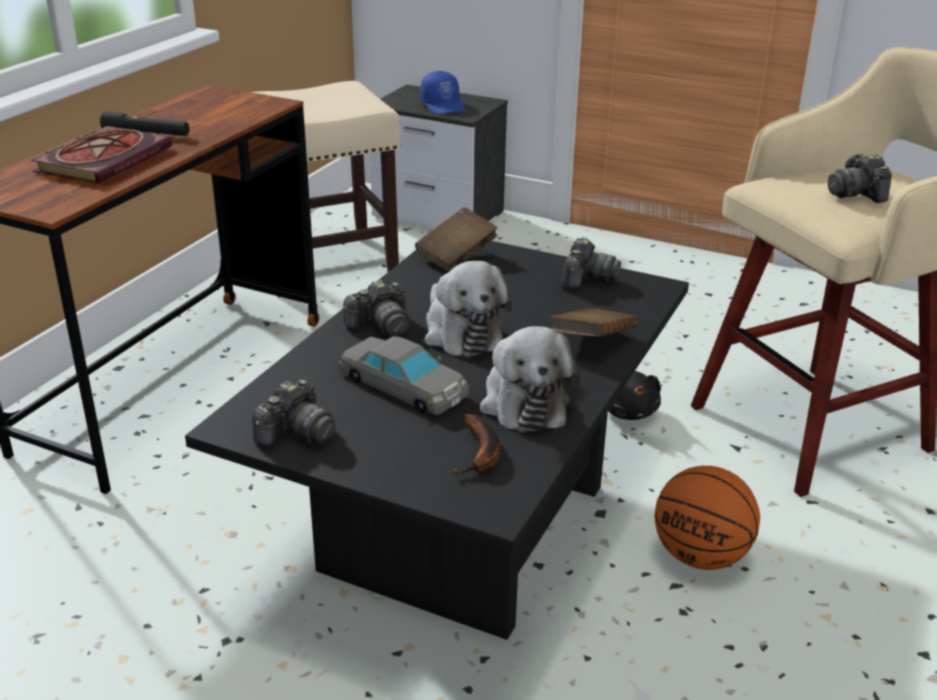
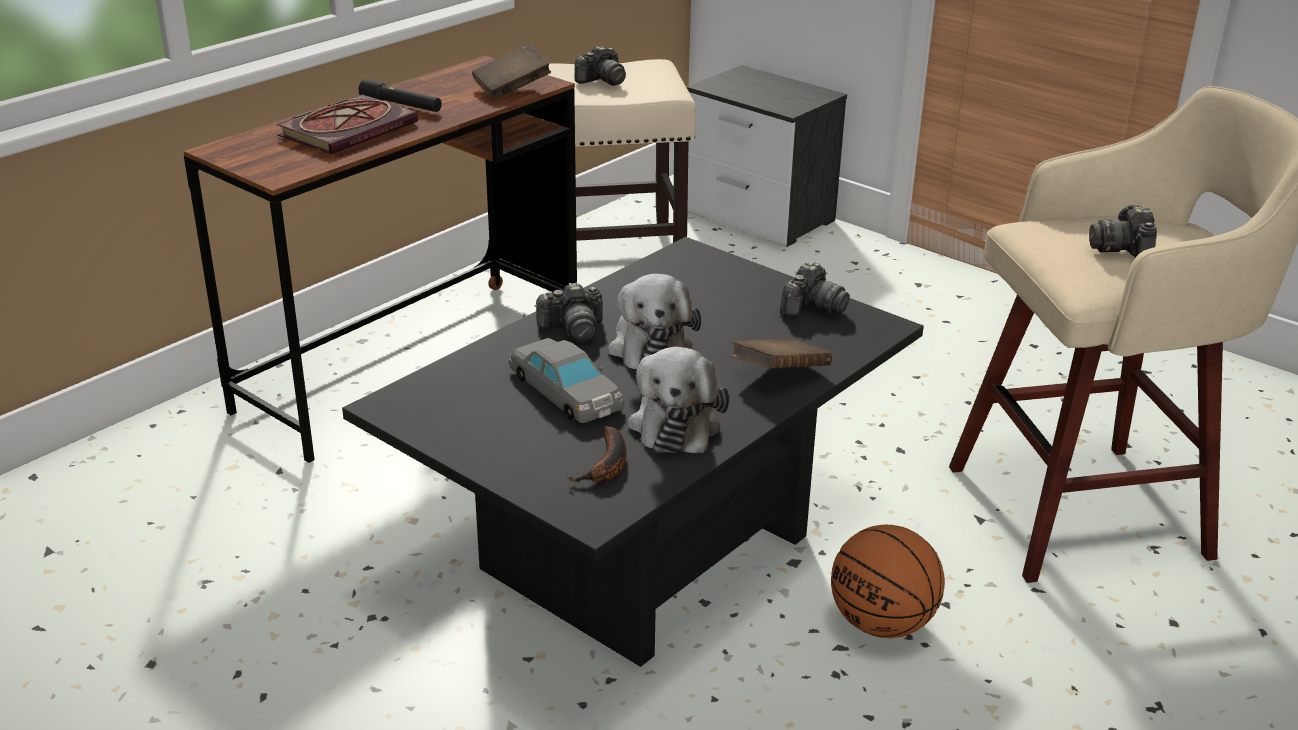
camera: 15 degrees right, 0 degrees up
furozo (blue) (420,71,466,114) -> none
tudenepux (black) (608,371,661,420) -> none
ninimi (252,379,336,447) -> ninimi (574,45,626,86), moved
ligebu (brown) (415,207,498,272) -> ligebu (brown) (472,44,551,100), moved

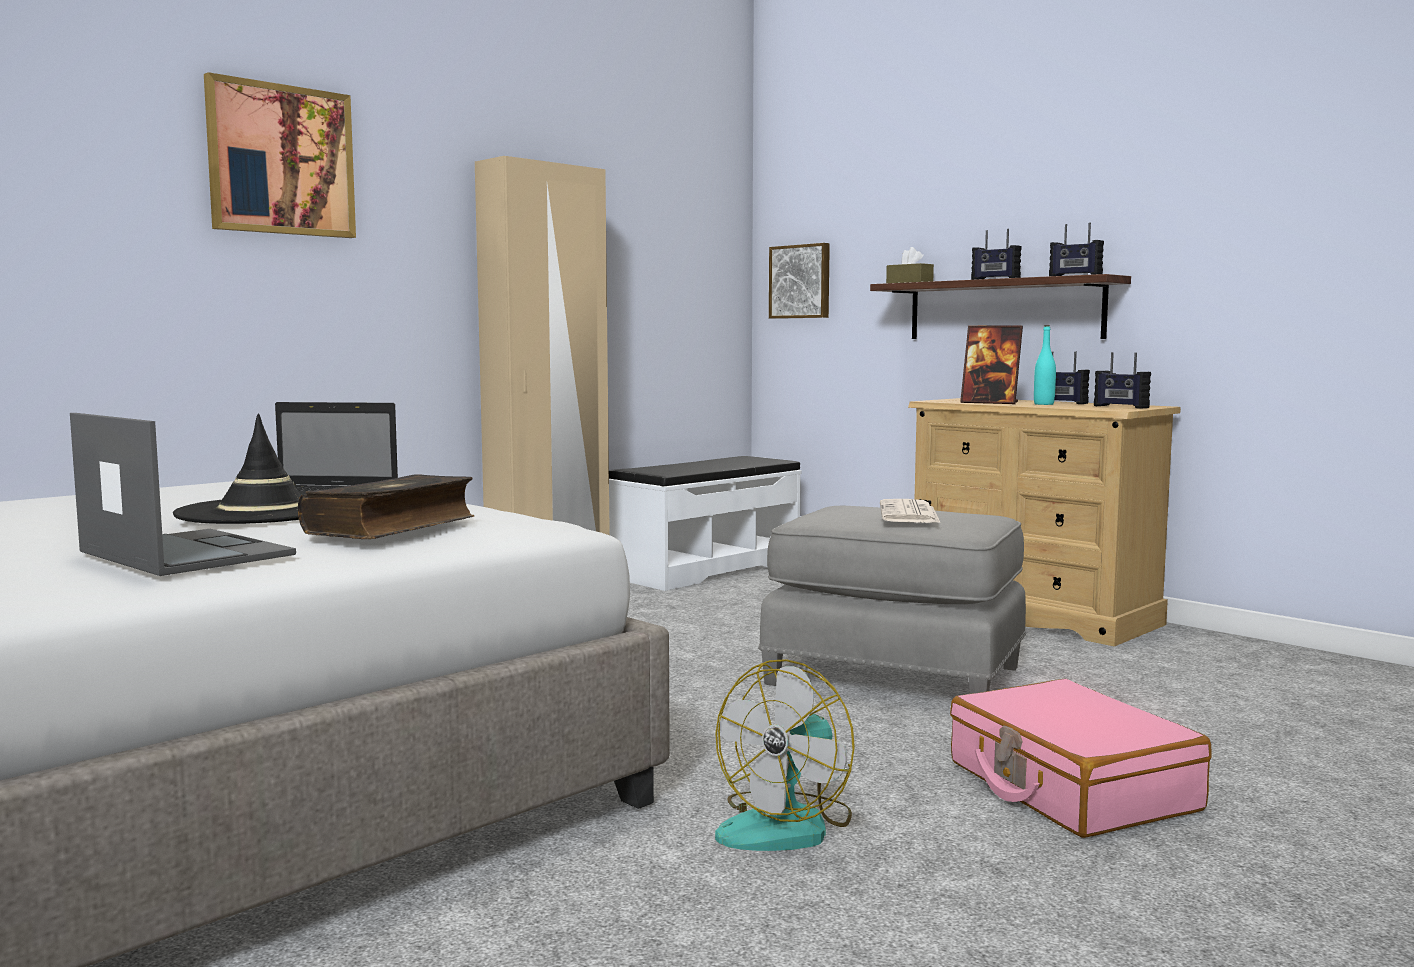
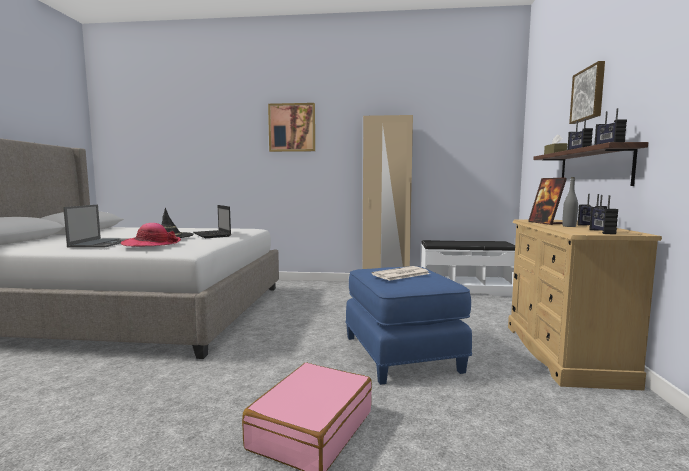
camera: 50 degrees right, 0 degrees up
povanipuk (715,659,855,851) -> none
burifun (769,243,830,319) -> burifun (569,61,605,124), moved
ligebu (298,474,474,539) -> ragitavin (121,223,181,247)
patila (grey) (758,506,1026,694) -> patila (blue) (345,266,472,385)
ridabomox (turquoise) (1034,325,1056,405) -> ridabomox (grey) (562,177,578,227)

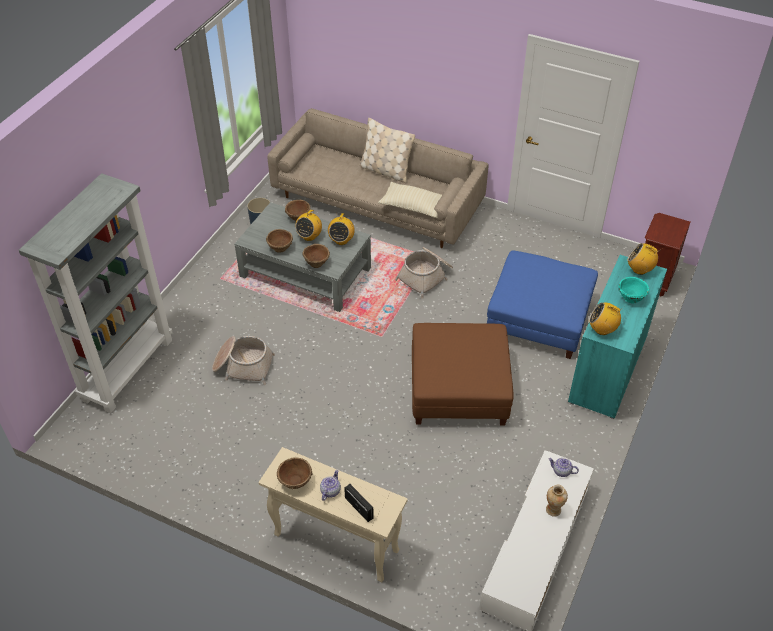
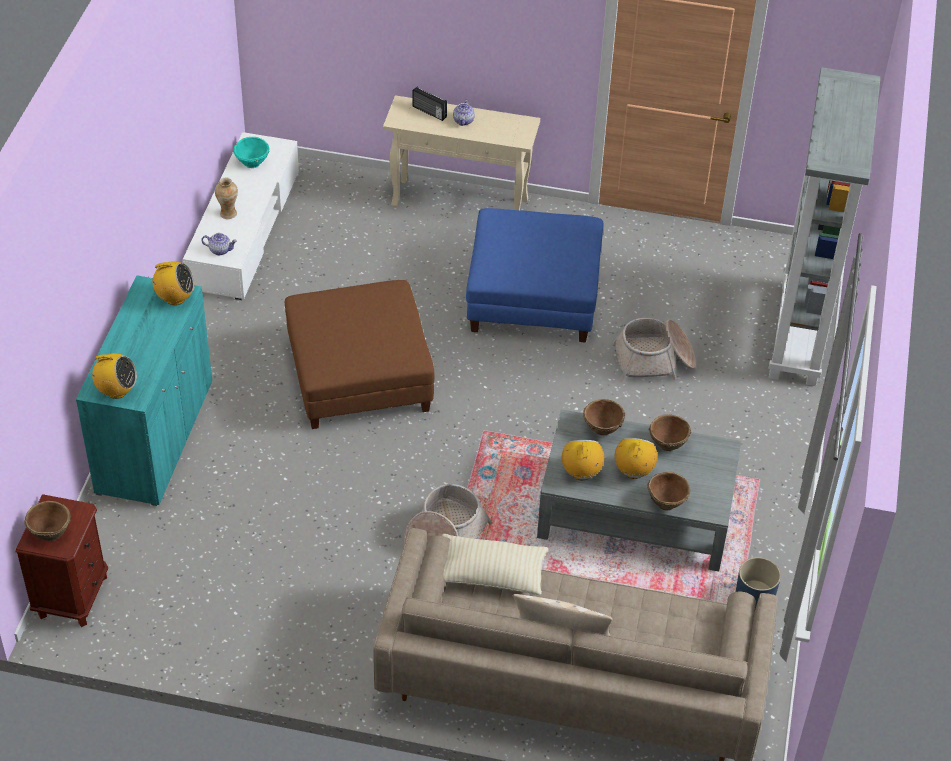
camera: 165 degrees right, 0 degrees up
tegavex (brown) (277,457,313,489) -> tegavex (brown) (24,501,71,541), moved
patila (blue) (487,251,598,359) -> patila (blue) (466,208,603,343), moved
tegavex (turquoise) (619,277,650,303) -> tegavex (turquoise) (233,137,269,168), moved

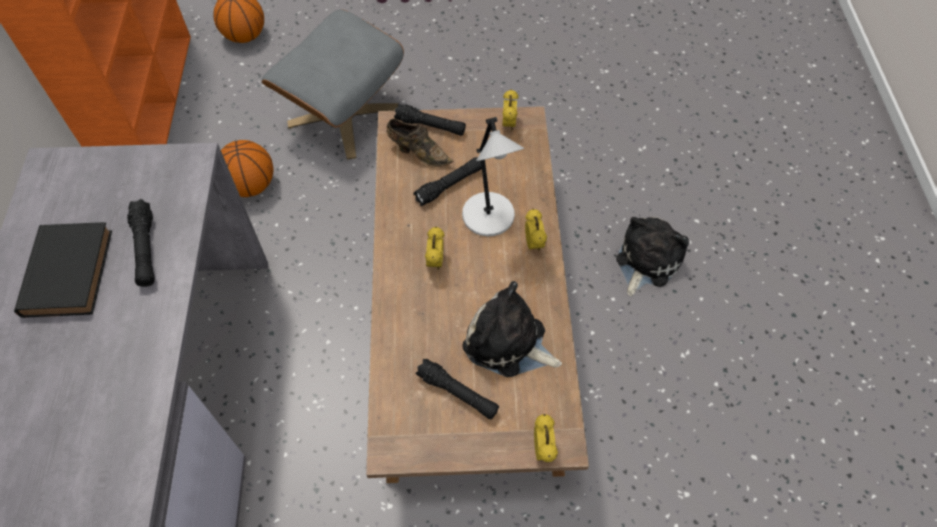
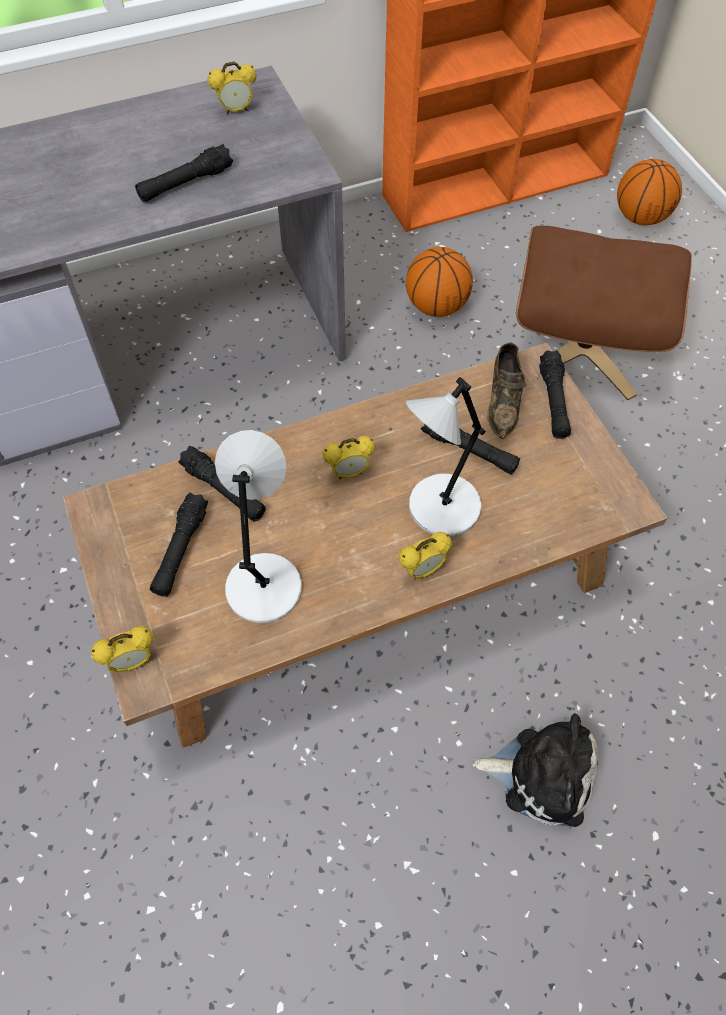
camera: 70 degrees right, 0 degrees up
ligebu (black) (14,222,112,318) -> none
none -> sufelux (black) (178,446,266,521)
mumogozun (502,89,518,130) -> mumogozun (208,61,256,115), moved
tudenepux (462,281,562,377) -> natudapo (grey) (215,430,302,623)
patila (grey) (262,9,404,159) -> patila (brown) (516,226,692,401)

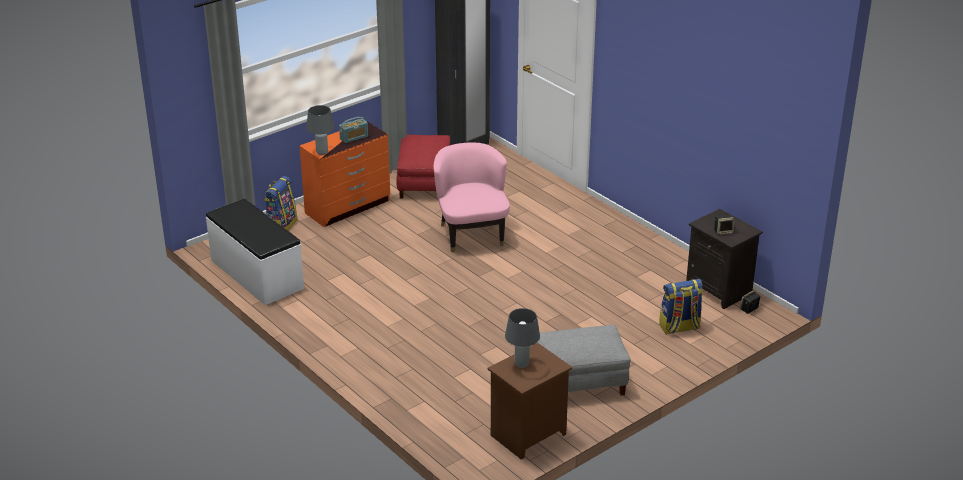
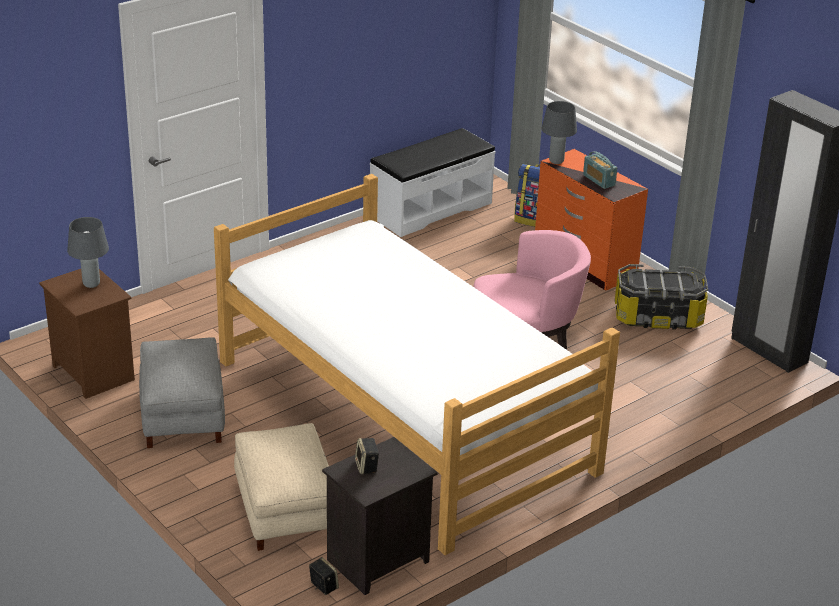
camera: 90 degrees right, 0 degrees up
none -> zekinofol (214,174,620,555)
patila (red) (396,134,450,199) -> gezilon (615,264,708,330)
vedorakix (659,279,703,335) -> patila (beige) (234,423,329,551)

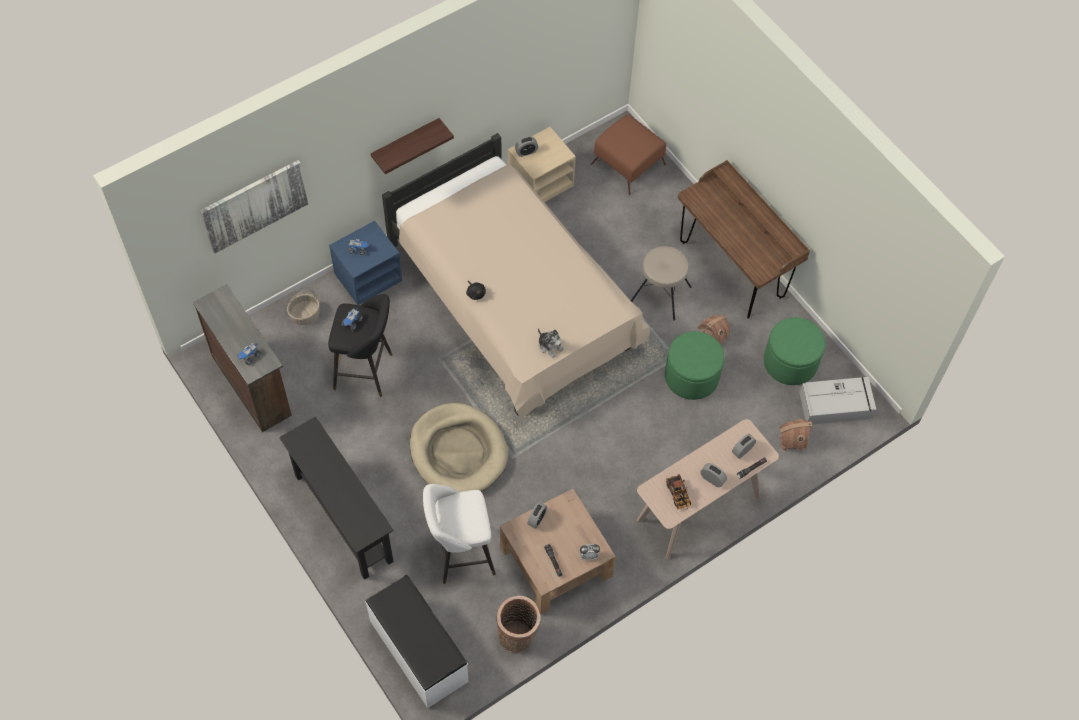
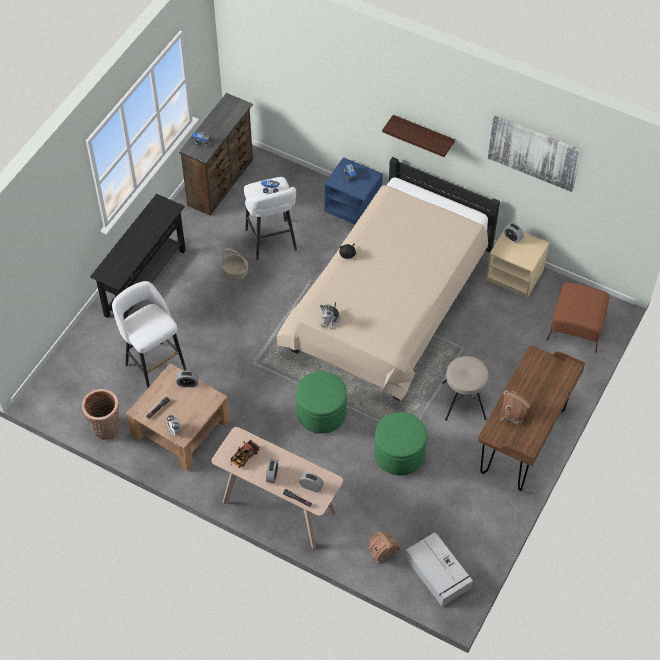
camera: 65 degrees right, 5 degrees down
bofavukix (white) (366,575,469,708) -> none
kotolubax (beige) (410,403,508,492) -> none
burifun (200,160,308,253) -> burifun (488,116,582,192), moved
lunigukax (287,289,320,325) -> lunigukax (221,248,248,280), moved
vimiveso (698,315,730,344) -> vimiveso (500,390,530,425), moved
patila (green) (764,317,825,385) -> patila (green) (296,371,347,434), moved
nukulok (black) (328,294,393,397) -> nukulok (white) (244,177,297,260)

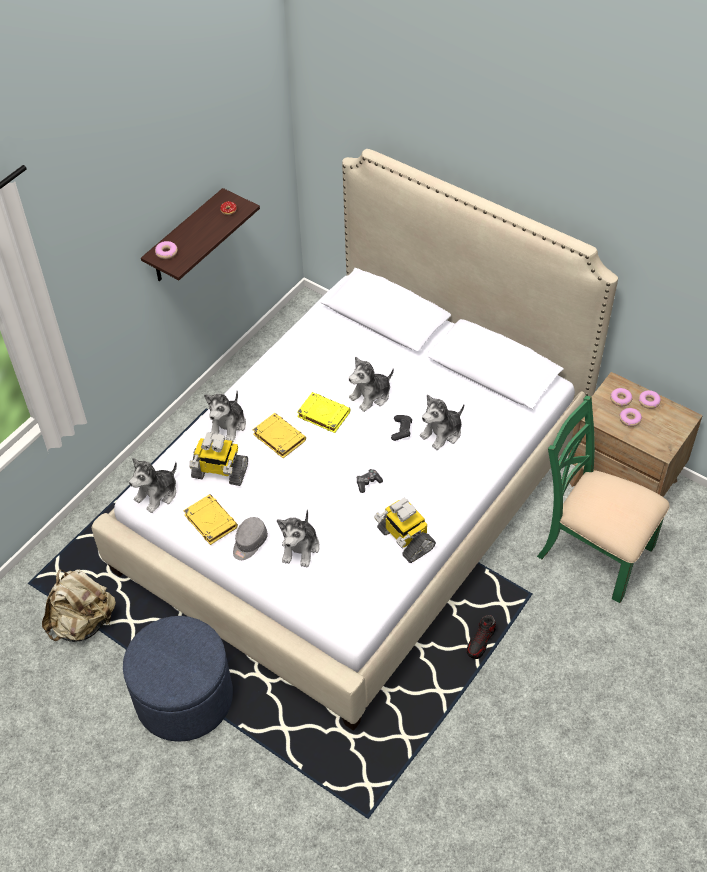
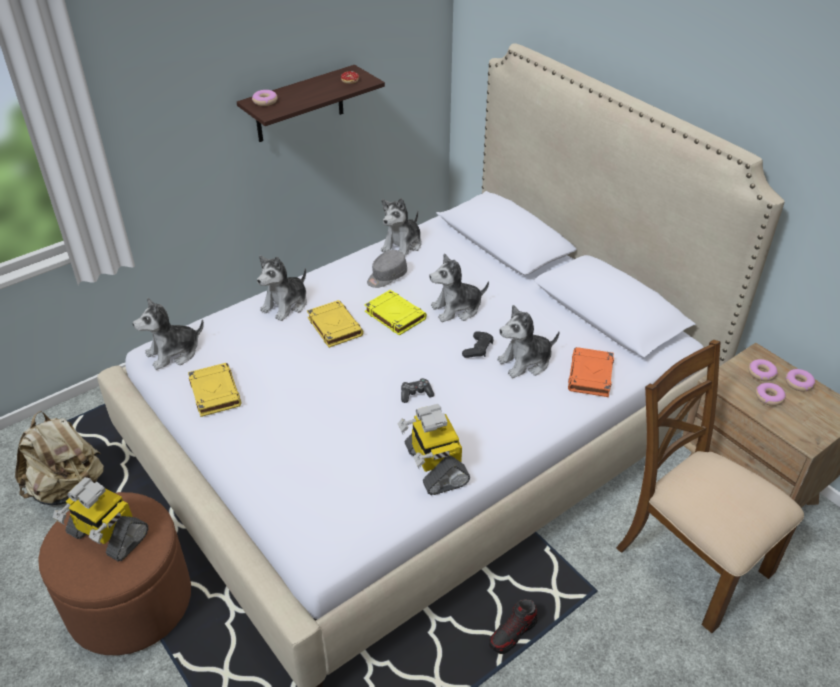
camera: 15 degrees right, 10 degrees down
none -> ligebu (orange) (568,347,614,397)
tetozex (189,432,248,486) -> tetozex (53,477,149,562), moved
furozo (grey) (233,517,268,560) -> furozo (grey) (367,250,407,288), moved
tudenepux (277,510,320,567) -> tudenepux (381,198,422,257), moved
patila (blue) (123,616,233,742) -> patila (brown) (38,492,191,655)
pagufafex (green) (537,396,670,603) -> pagufafex (brown) (616,340,804,633)

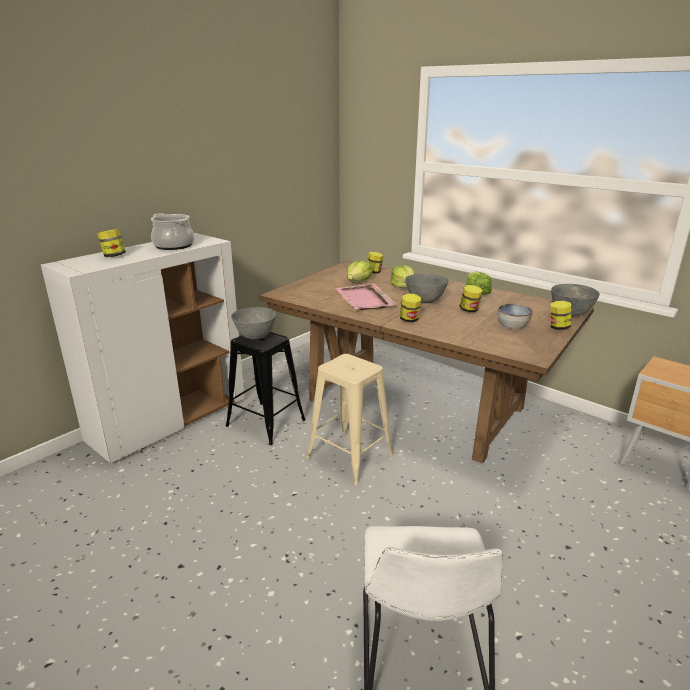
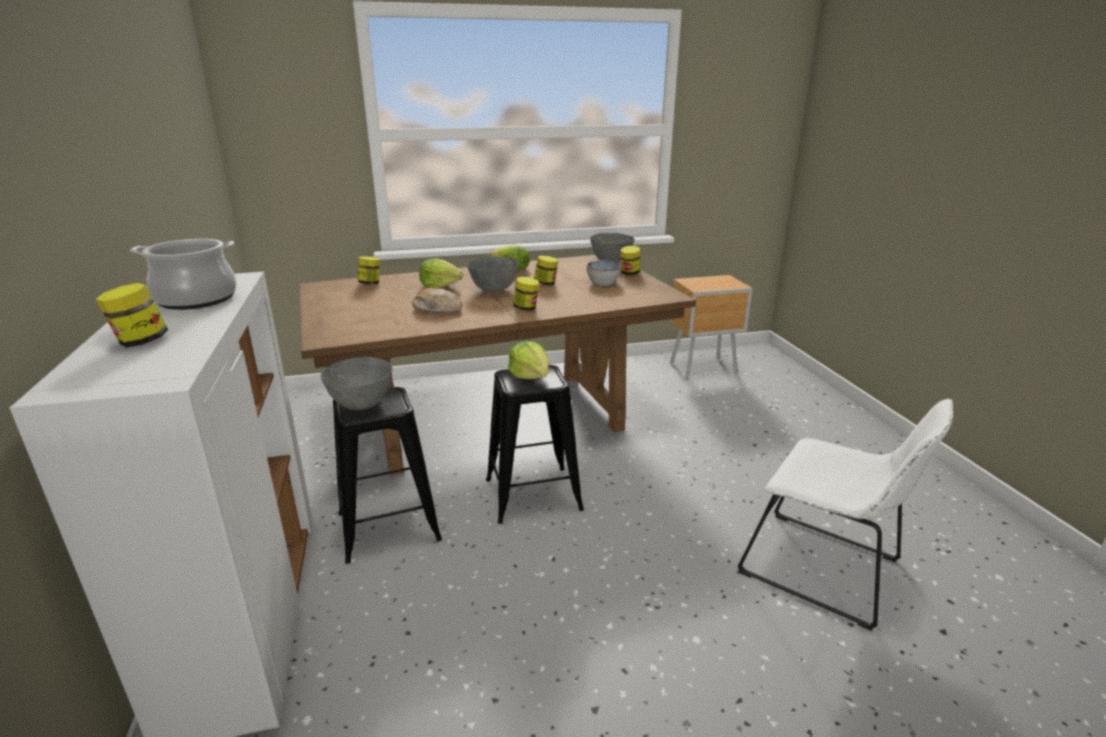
camera: 55 degrees left, 0 degrees up
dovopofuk (347,260,373,282) -> dovopofuk (508,341,549,379), moved
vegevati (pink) (335,283,397,310) -> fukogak (412,288,462,313)
nukulok (beige) (306,354,394,485) -> nukulok (black) (486,365,584,524)

